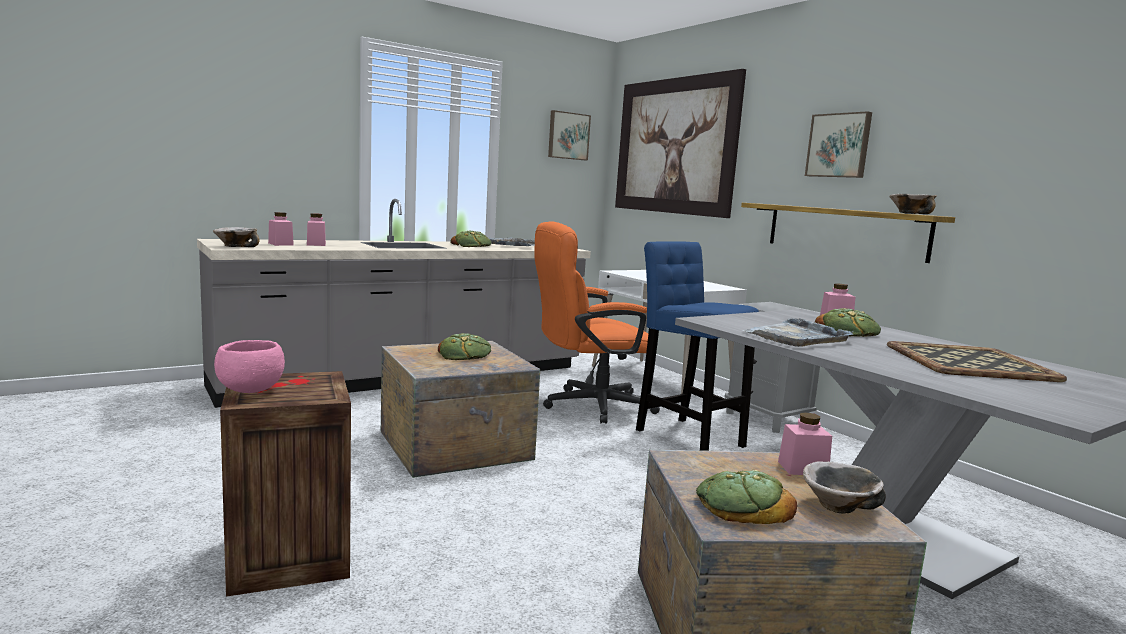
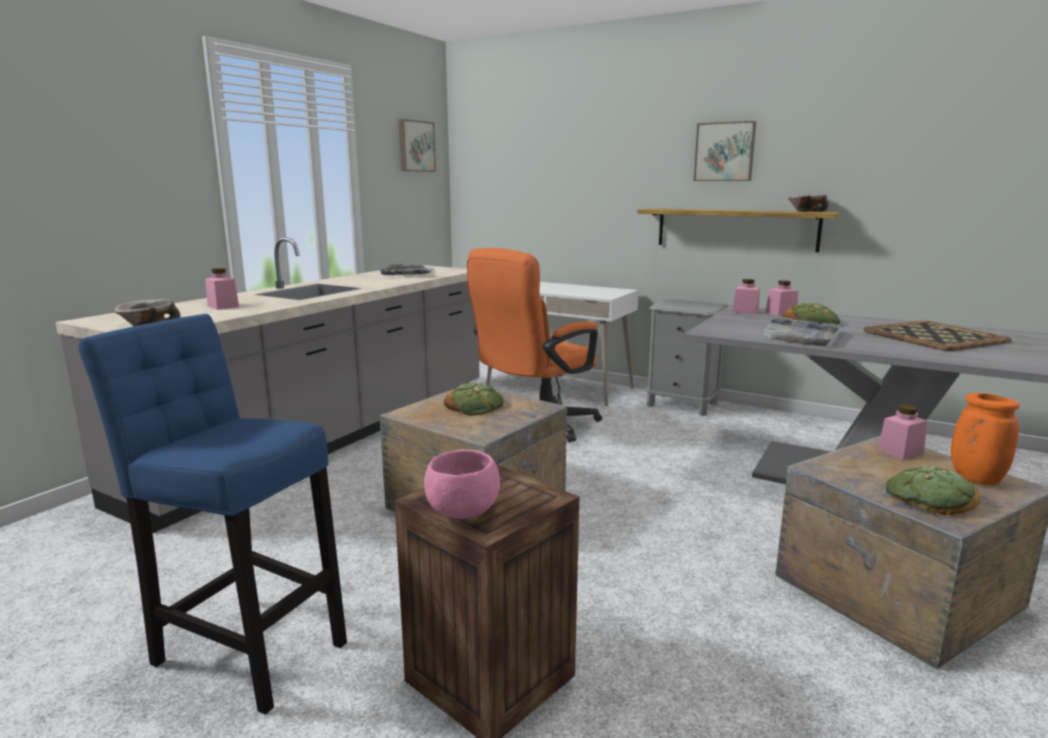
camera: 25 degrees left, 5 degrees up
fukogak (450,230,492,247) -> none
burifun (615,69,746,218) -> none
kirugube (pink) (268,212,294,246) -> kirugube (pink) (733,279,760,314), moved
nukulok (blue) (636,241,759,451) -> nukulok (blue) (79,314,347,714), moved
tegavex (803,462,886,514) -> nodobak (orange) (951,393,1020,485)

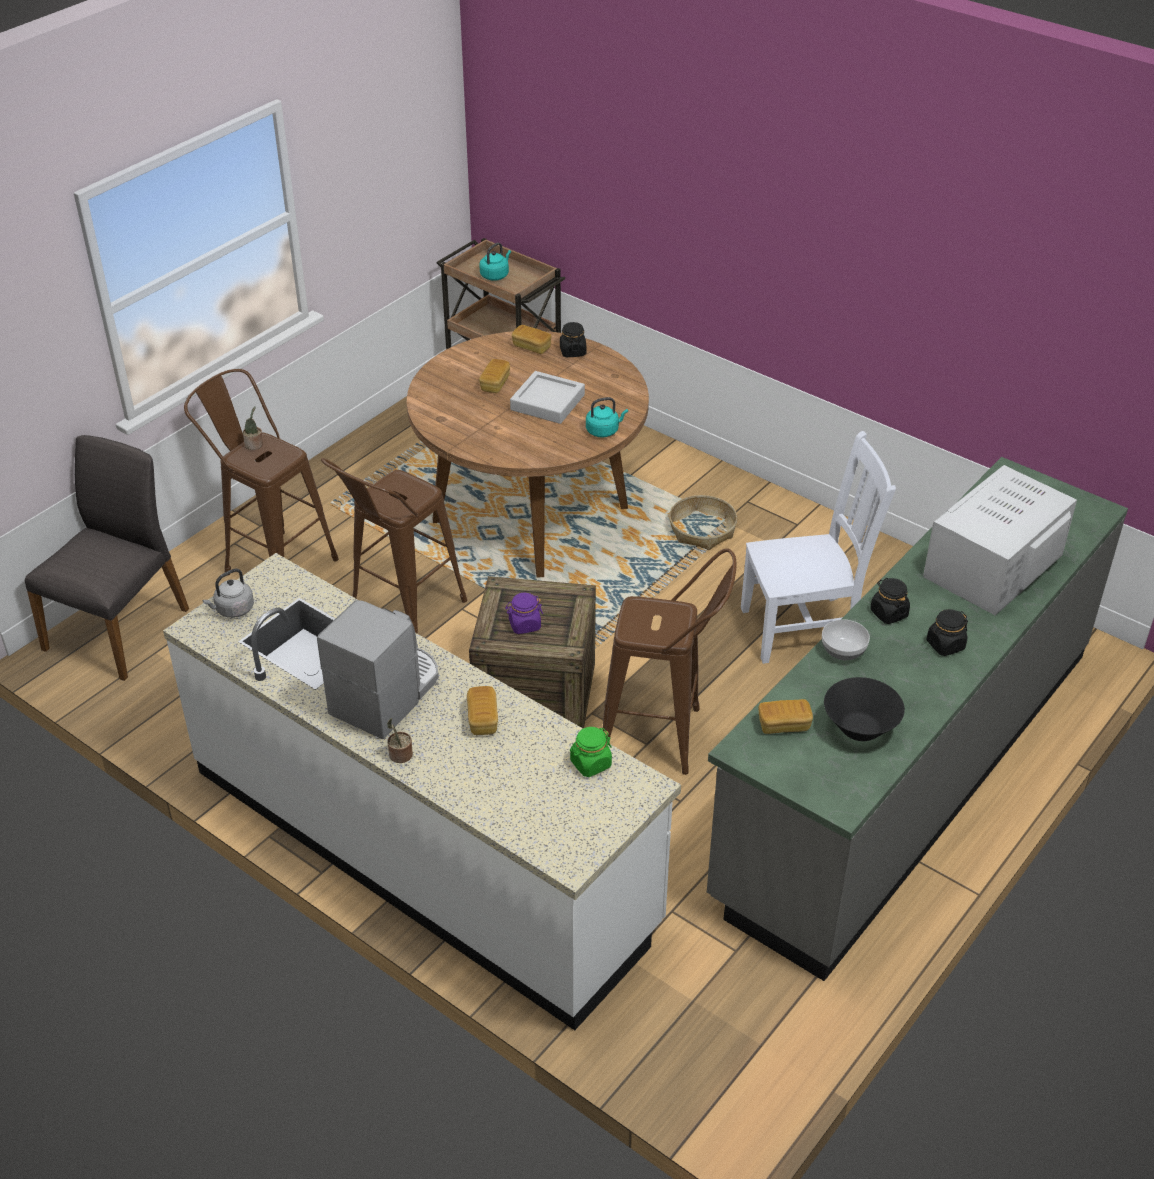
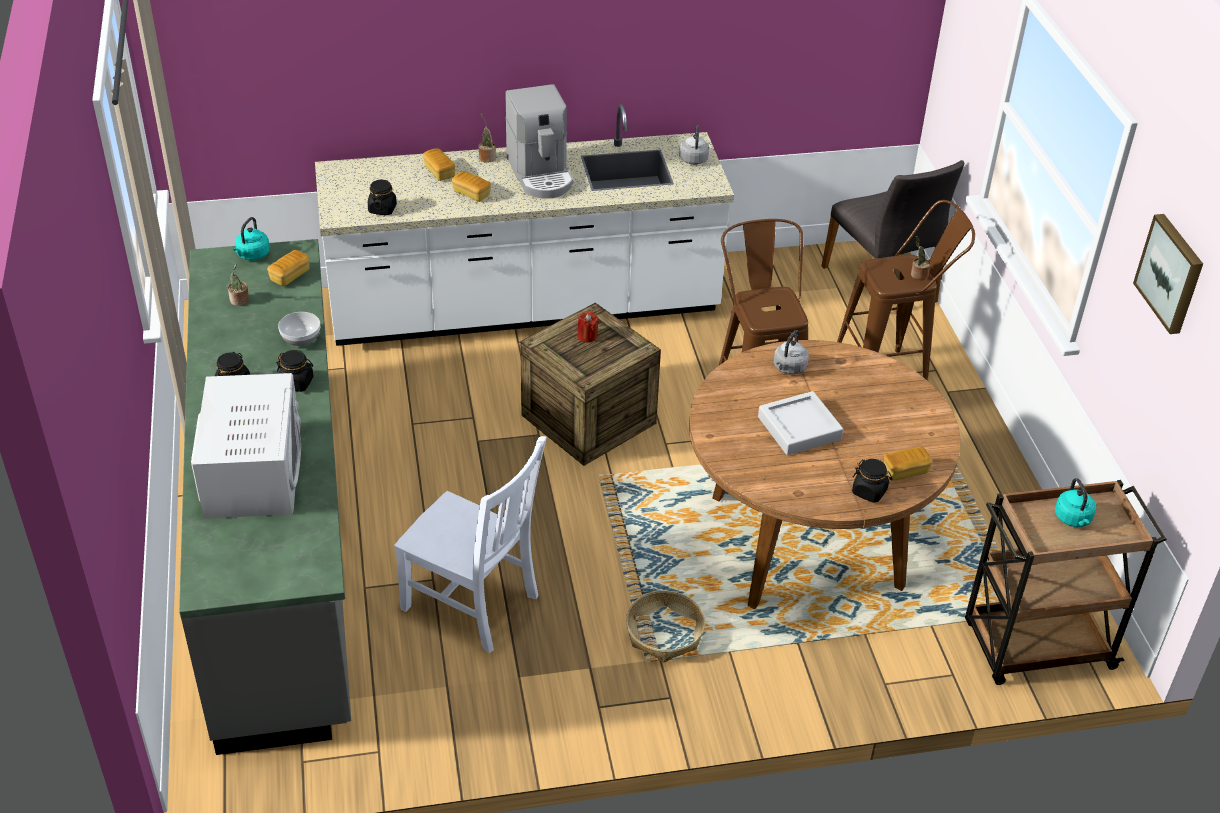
camera: 130 degrees right, 0 degrees up
nukulok (brown) (602,548,736,775) -> none
none -> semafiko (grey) (774,330,809,375)
none -> burifun (1133,214,1203,334)
fukogak (479,359,510,393) -> fukogak (423,148,455,181), moved
semafiko (turquoise) (586,397,628,438) -> semafiko (turquoise) (234,217,270,261), moved
kirugube (purple) (505,593,543,634) -> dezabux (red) (577,311,599,343)
tegavex (black) (824,677,905,741) -> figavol (228,263,249,306)
kirugube (green) (570,727,612,777) -> kirugube (black) (368,179,397,215)
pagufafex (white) (741,431,896,664) -> pagufafex (white) (394,436,547,653), 90 degrees counterclockwise

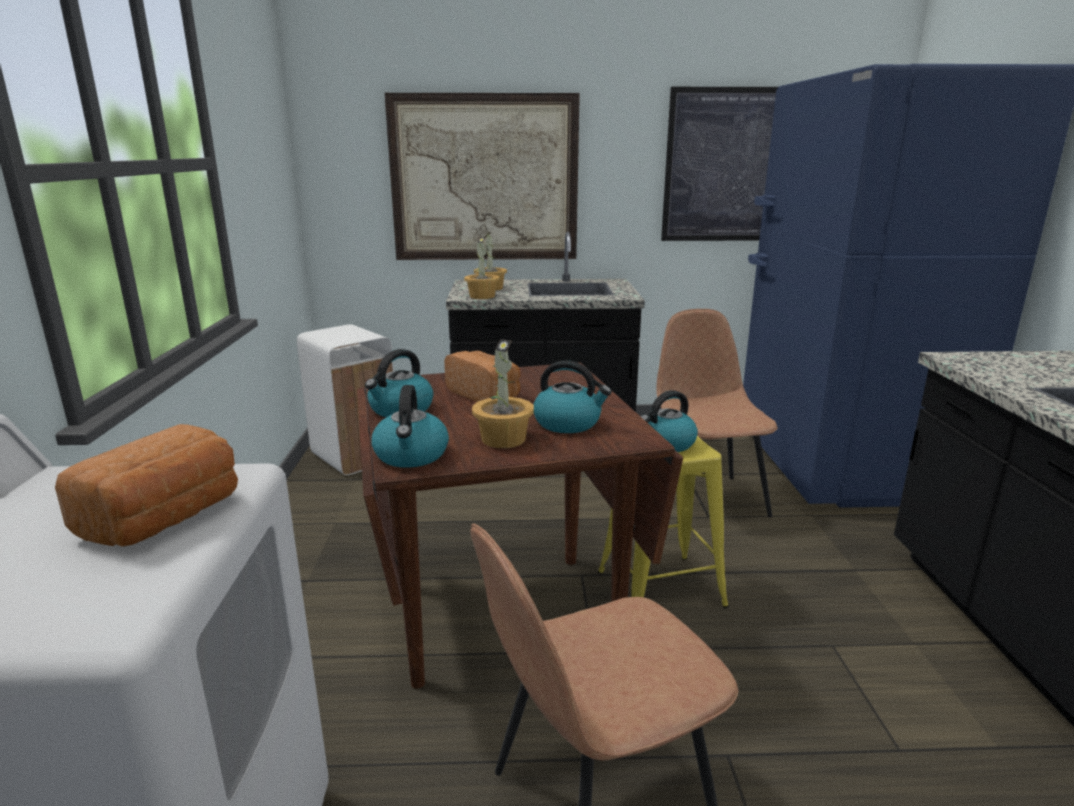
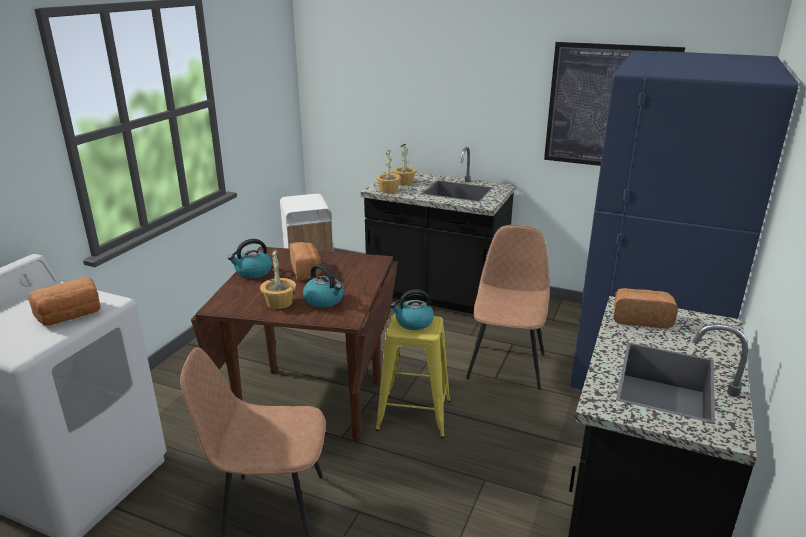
camera: 25 degrees right, 5 degrees up
semafiko (371,385,449,468) -> none
burifun (385,93,580,260) -> none
none -> fukogak (613,288,678,328)

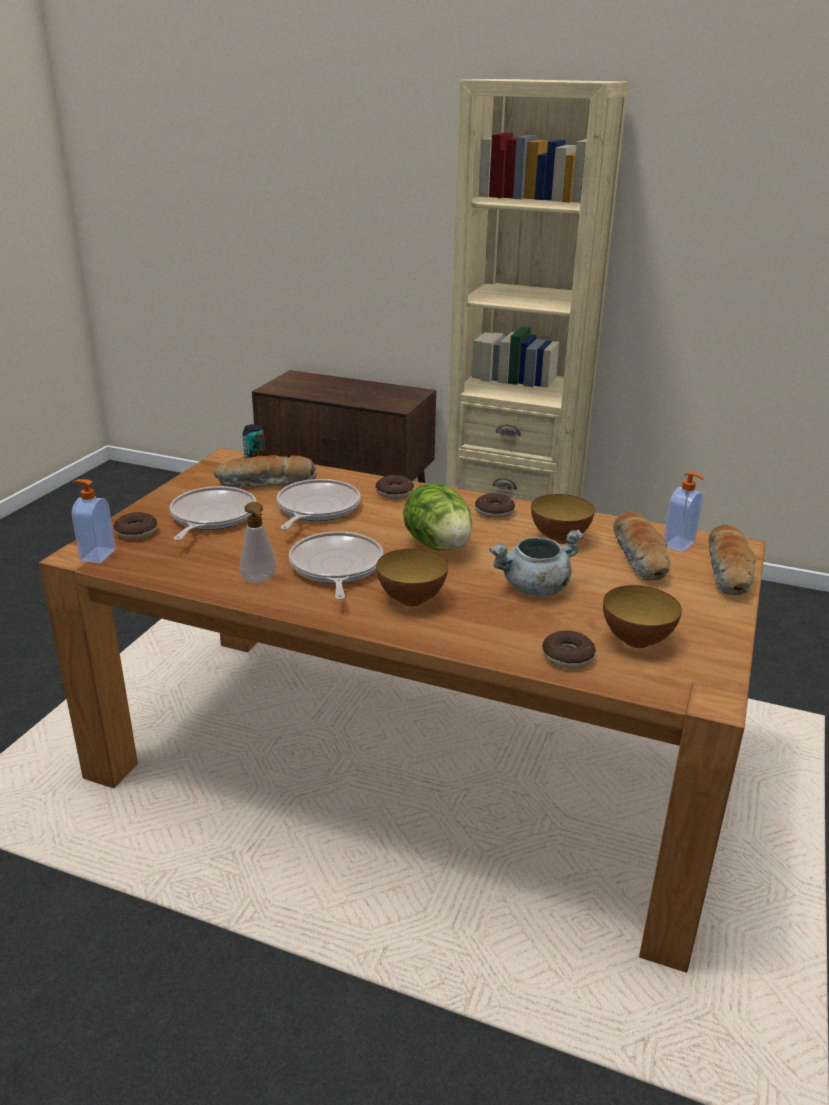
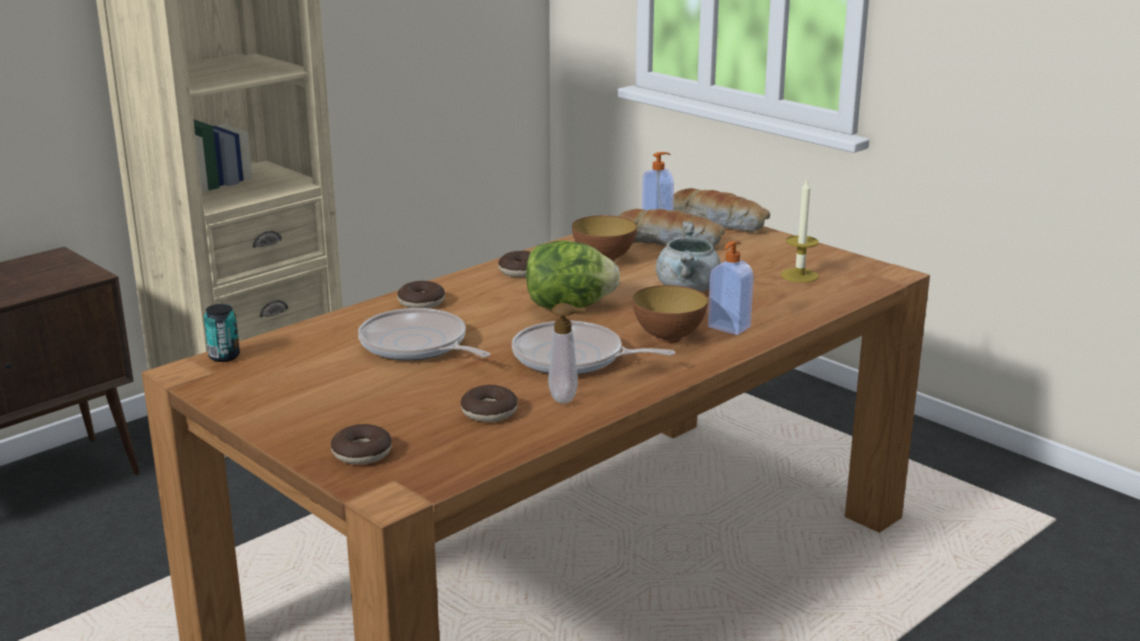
camera: 65 degrees left, 5 degrees down
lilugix (170,486,257,541) -> none
fukogak (214,455,317,487) -> none
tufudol (72,479,116,563) -> tufudol (708,241,754,335), moved
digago (542,630,596,669) -> digago (461,385,518,422), moved
tegavex (603,585,682,648) -> dezabux (781,180,819,283)

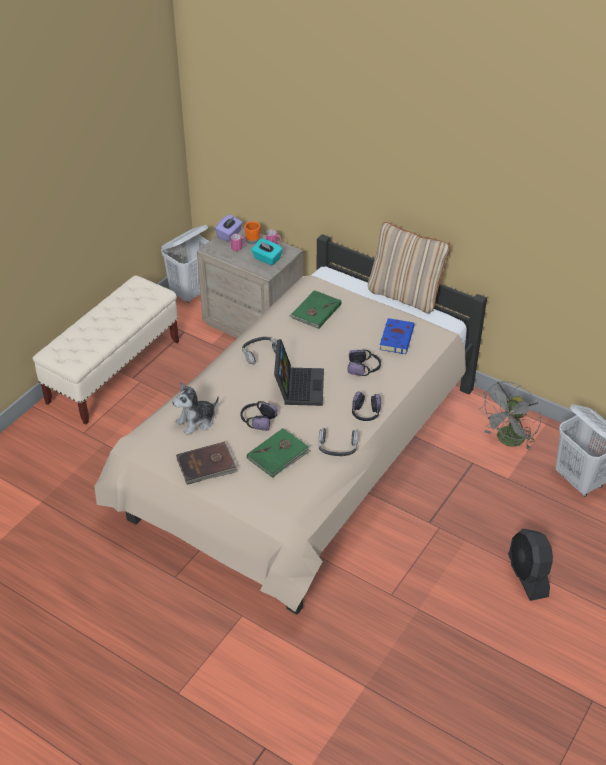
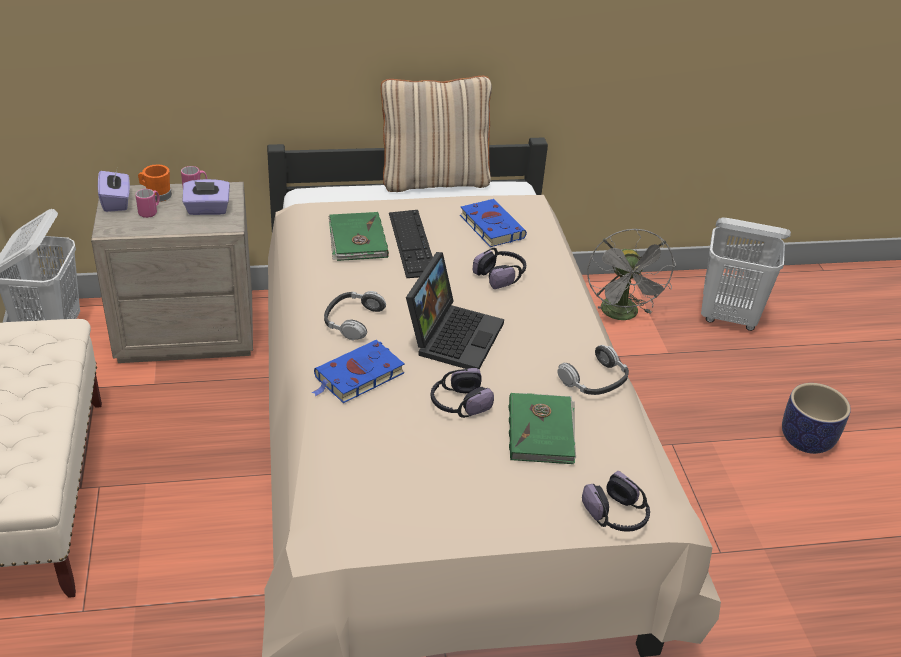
camera: 45 degrees left, 5 degrees down
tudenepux (172,382,219,435) -> none
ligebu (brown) (176,442,238,485) -> none
none -> ligebu (blue) (311,340,405,403)
none -> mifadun (389,210,433,278)
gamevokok (352,391,381,421) -> gamevokok (582,471,650,532), moved
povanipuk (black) (508,529,553,601) -> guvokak (782,383,851,454)
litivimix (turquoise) (251,239,283,265) -> litivimix (purple) (182,179,230,215)
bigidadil (274,339,324,406) -> bigidadil (406,252,504,369), 60 degrees clockwise

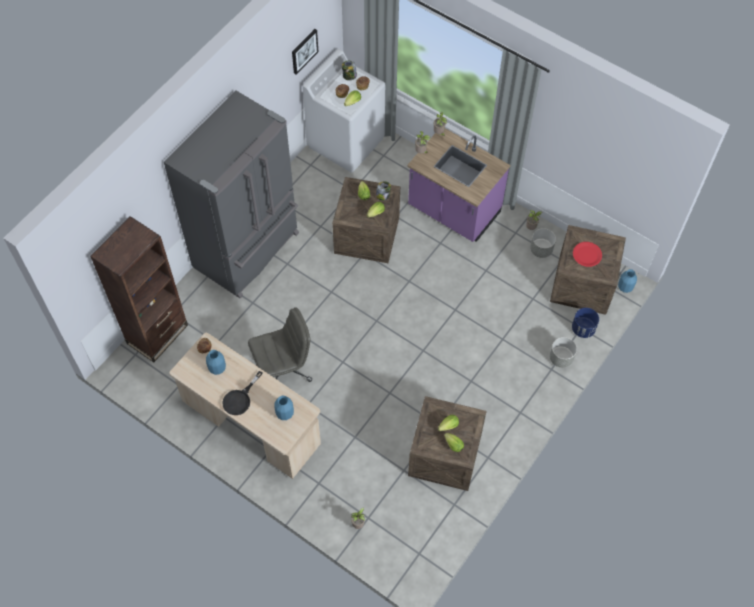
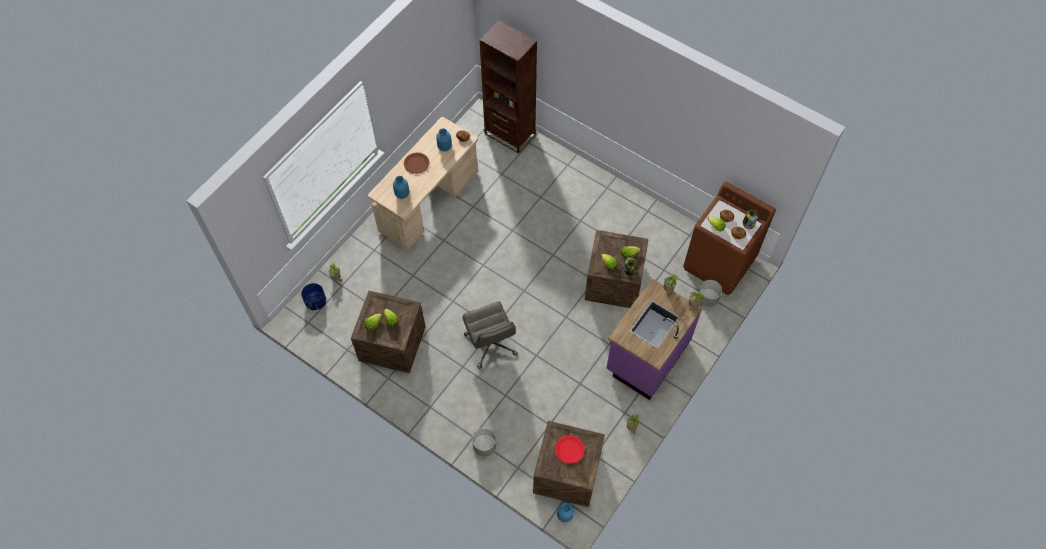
camera: 90 degrees right, 0 degrees up
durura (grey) (164,90,299,298) -> none
burifun (292,29,318,74) -> none
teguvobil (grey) (248,307,312,382) -> teguvobil (grey) (462,302,518,369), moved
guvokak (grey) (530,228,556,258) -> guvokak (grey) (699,280,722,307), moved
guvokak (blue) (572,308,599,338) -> guvokak (blue) (301,283,326,310), moved
lilugix (black) (222,371,263,415) -> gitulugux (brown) (404,152,429,174)
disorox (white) (303,49,385,173) -> disorox (brown) (683,181,776,295)

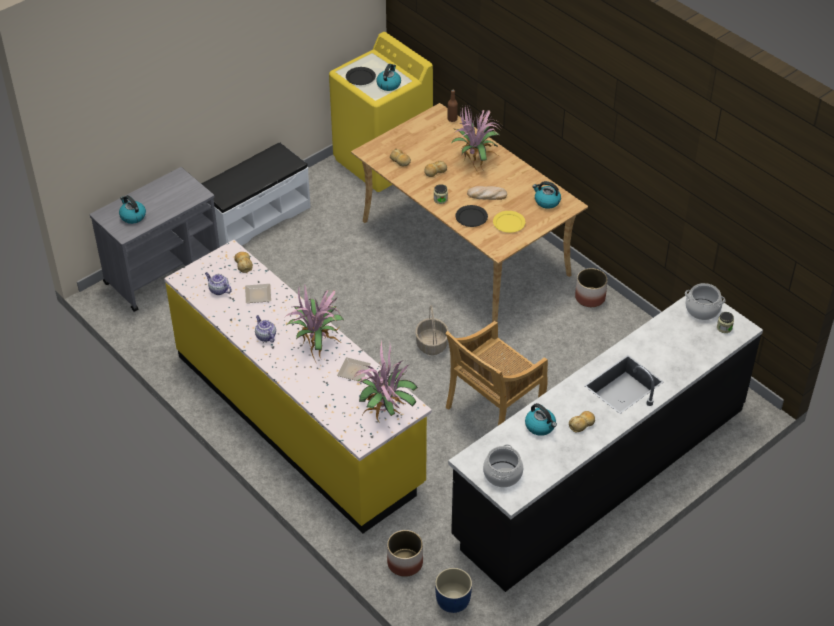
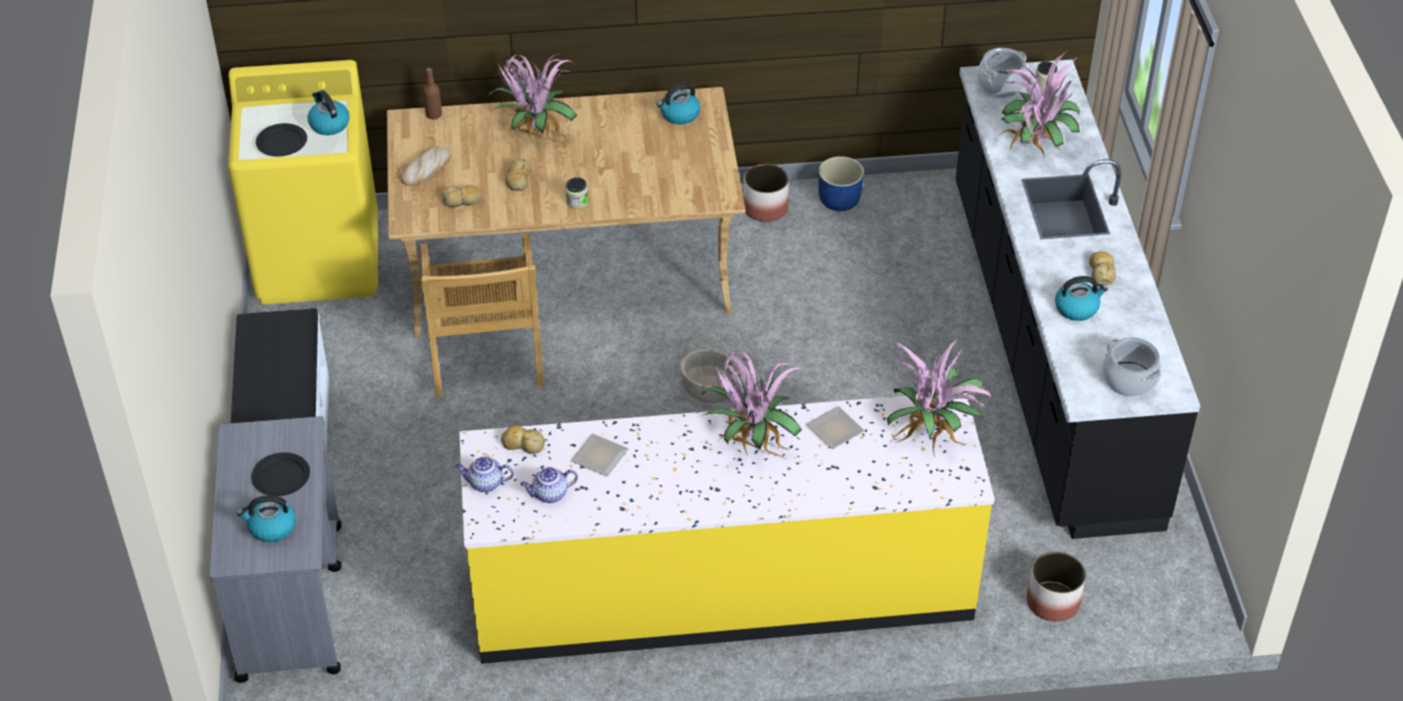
camera: 55 degrees left, 0 degrees up
gitulugux (yellow) (493,211,526,233) -> none
none -> figavol (1001,51,1080,155)
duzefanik (255,315,276,343) -> duzefanik (455,456,514,492), moved
guvokak (blue) (435,568,472,613) -> guvokak (blue) (818,156,864,211), moved
pagufafex (beige) (445,321,548,426) -> pagufafex (beige) (420,233,544,397), moved
gitulugux (black) (455,205,488,227) -> gitulugux (black) (252,452,310,496), moved
fukogak (467,186,507,200) -> fukogak (401,147,451,186), moved

